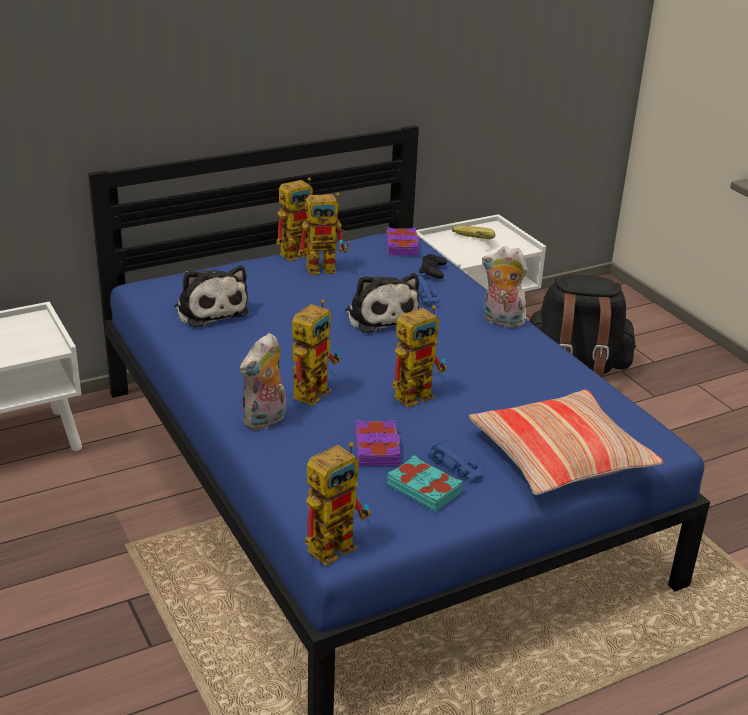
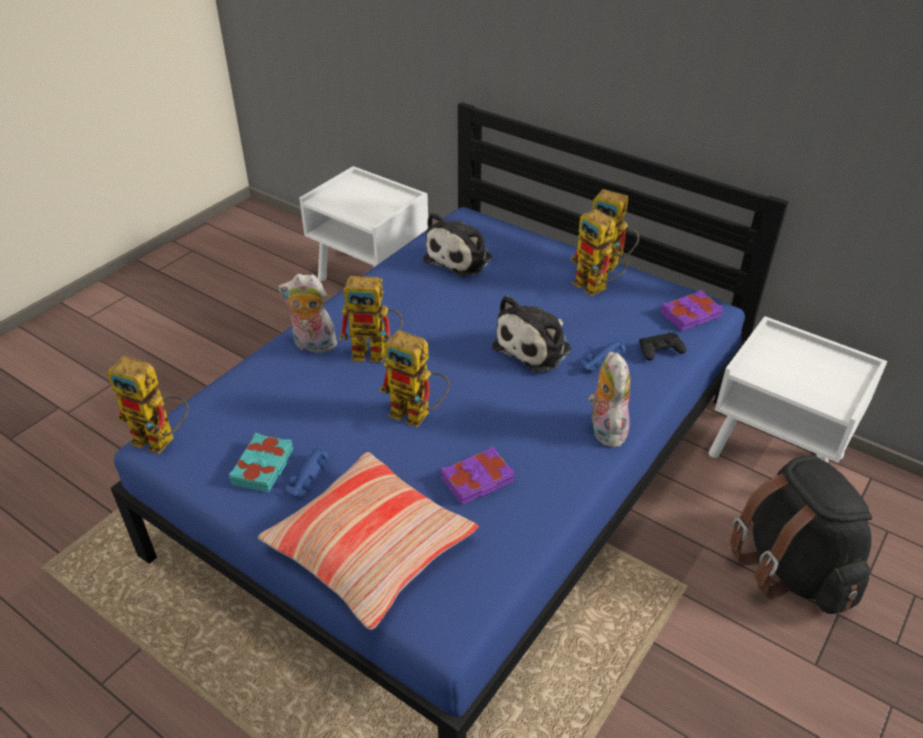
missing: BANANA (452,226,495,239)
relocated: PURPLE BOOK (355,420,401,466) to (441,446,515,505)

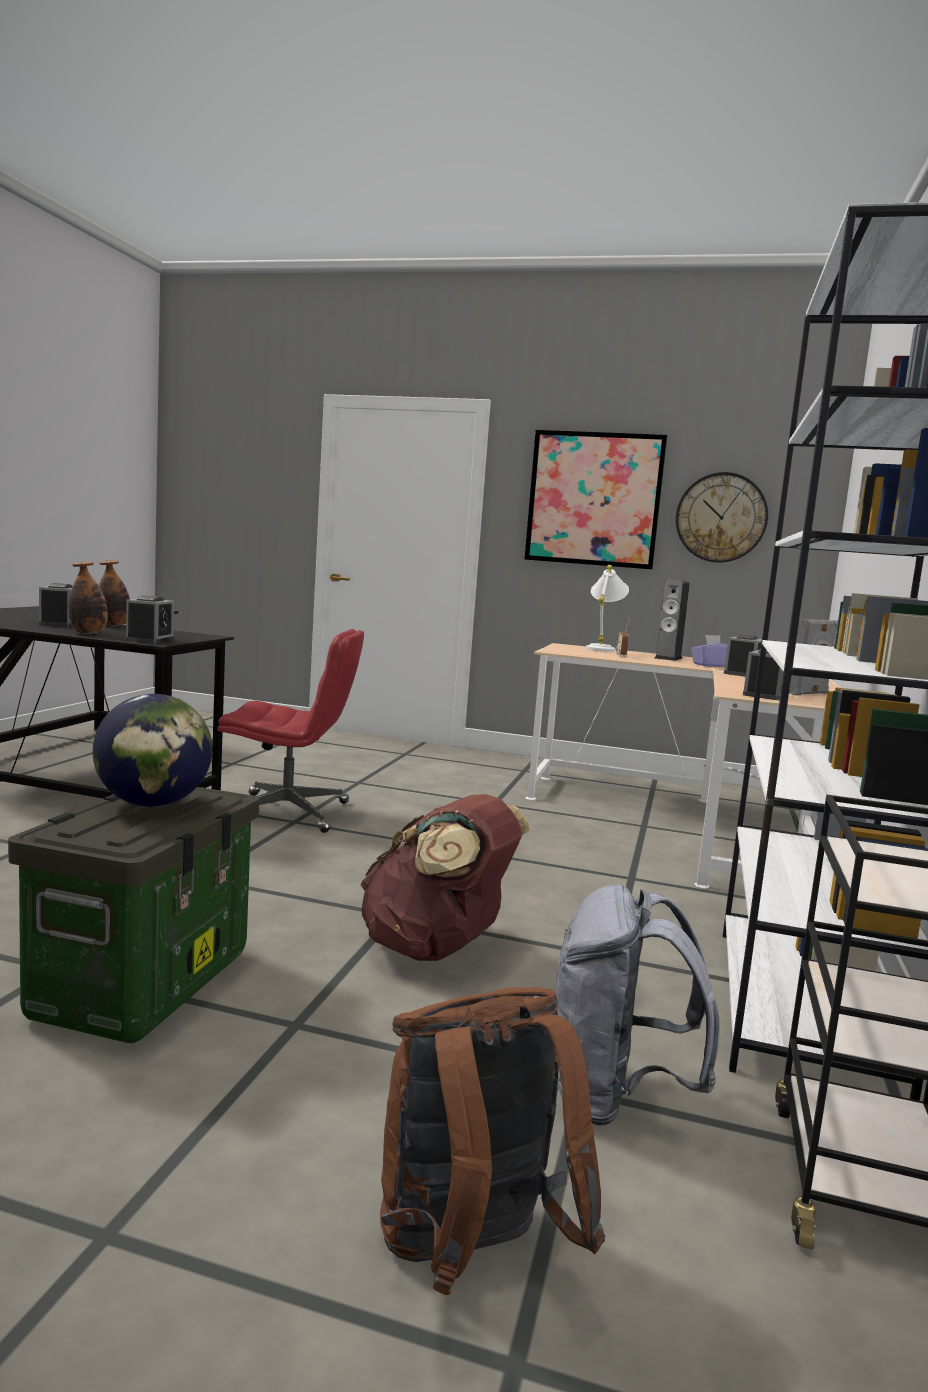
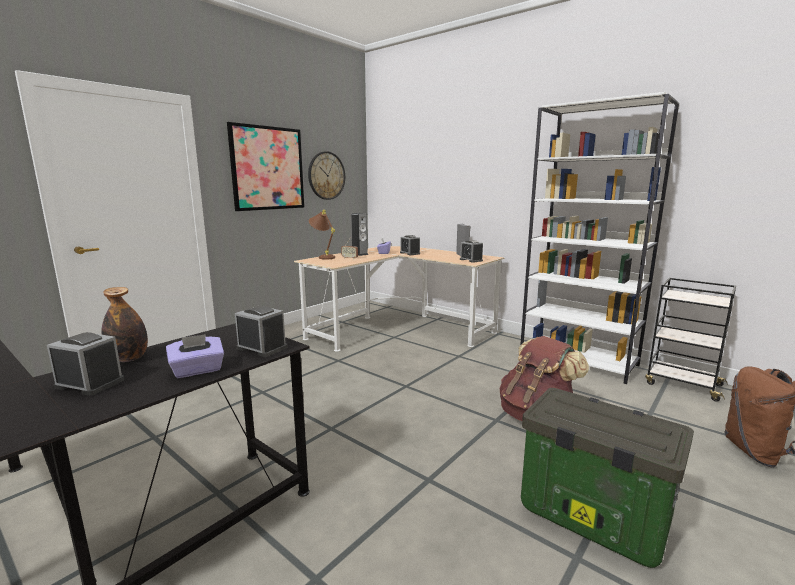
missing: GLOBE (93,694,212,807); RED OFFICE CHAIR (218,629,364,833); GREY BACKPACK (555,884,720,1126)
exchanged: BOTTLE (68,562,108,634) to PURPLE TISSUE BOX (166,334,224,378)
colour: WHITE TABLE LAMP (586,565,629,652) to BROWN TABLE LAMP (309,210,335,260)

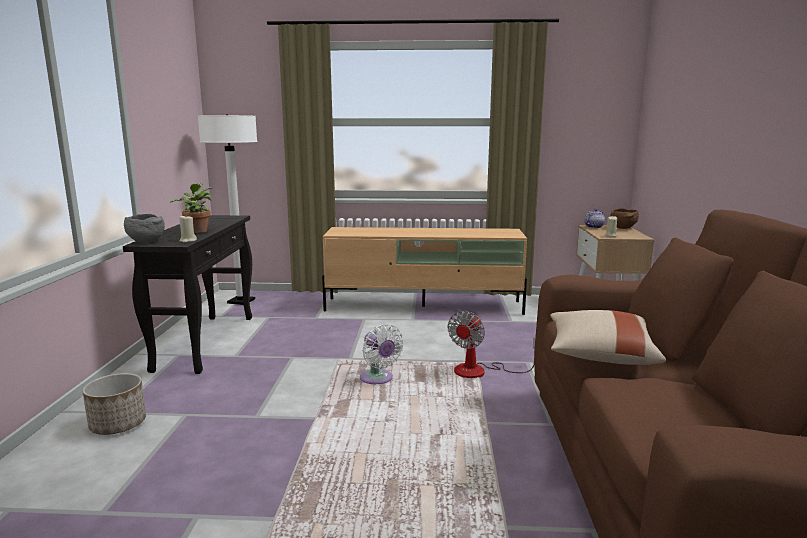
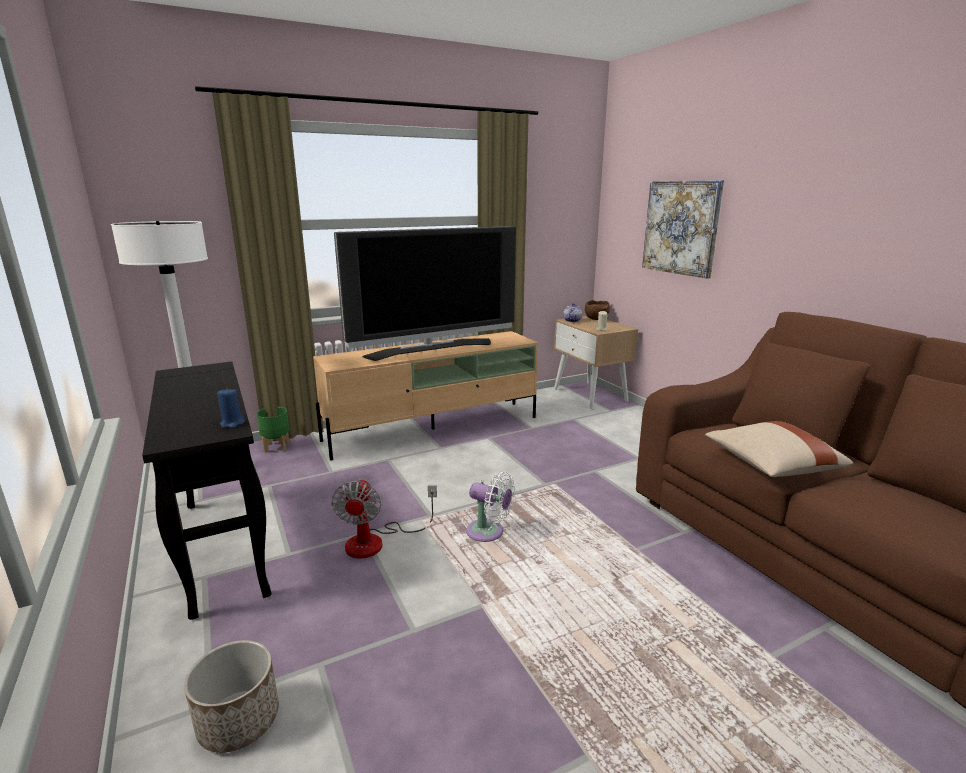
missing: GREY BOWL (124,214,165,243); POTTED PLANT (170,183,213,233)
appeared: GREEN PLANTER (257,407,290,453); TELEVISION (334,226,516,361); PICTURE (642,180,724,279)
relocated: FAN (448,311,535,378) to (331,479,437,559)
colour: BEIGE CANDLE (179,214,197,243) to BLUE CANDLE (217,388,245,428)

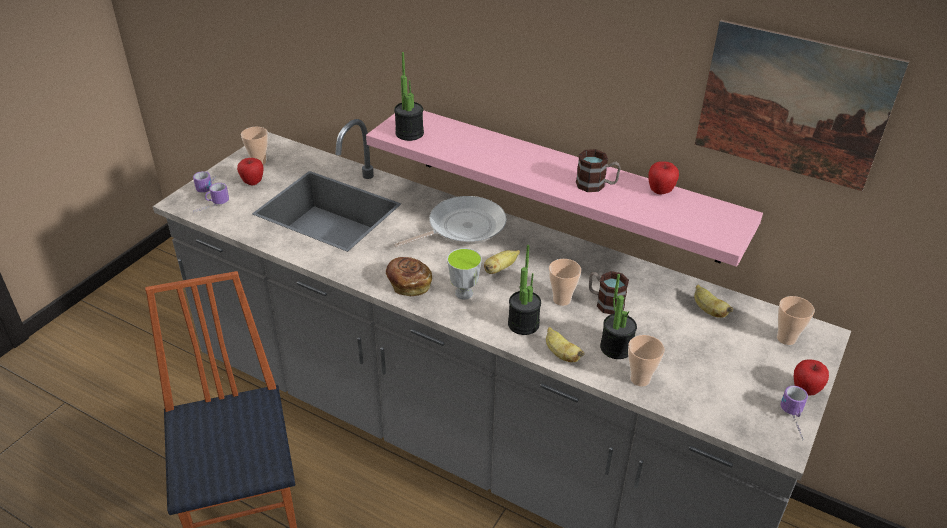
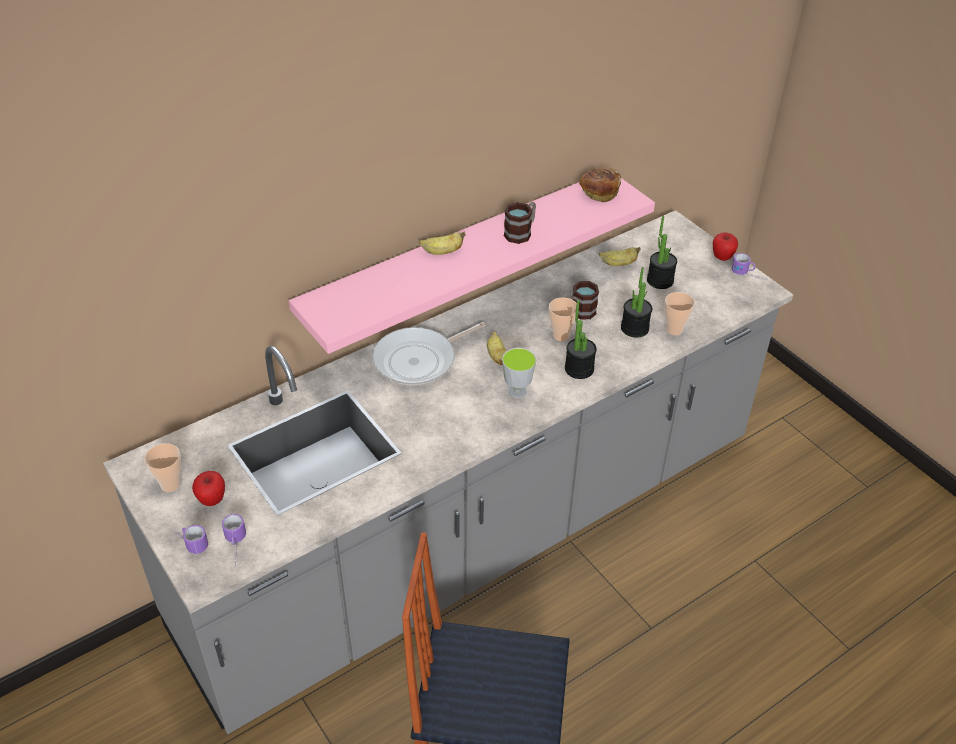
missing: APPLE (648,161,679,194); PICTURE (695,20,909,191); CUP (777,296,815,345)
relocated: BREAD (386,257,432,296) to (579,168,621,202); POTTED PLANT (394,52,424,141) to (647,216,677,289); BANANA (546,327,585,362) to (419,232,465,255)
spun: FRYING PAN (394,196,507,247) = (372,322,485,385) 120 degrees counterclockwise

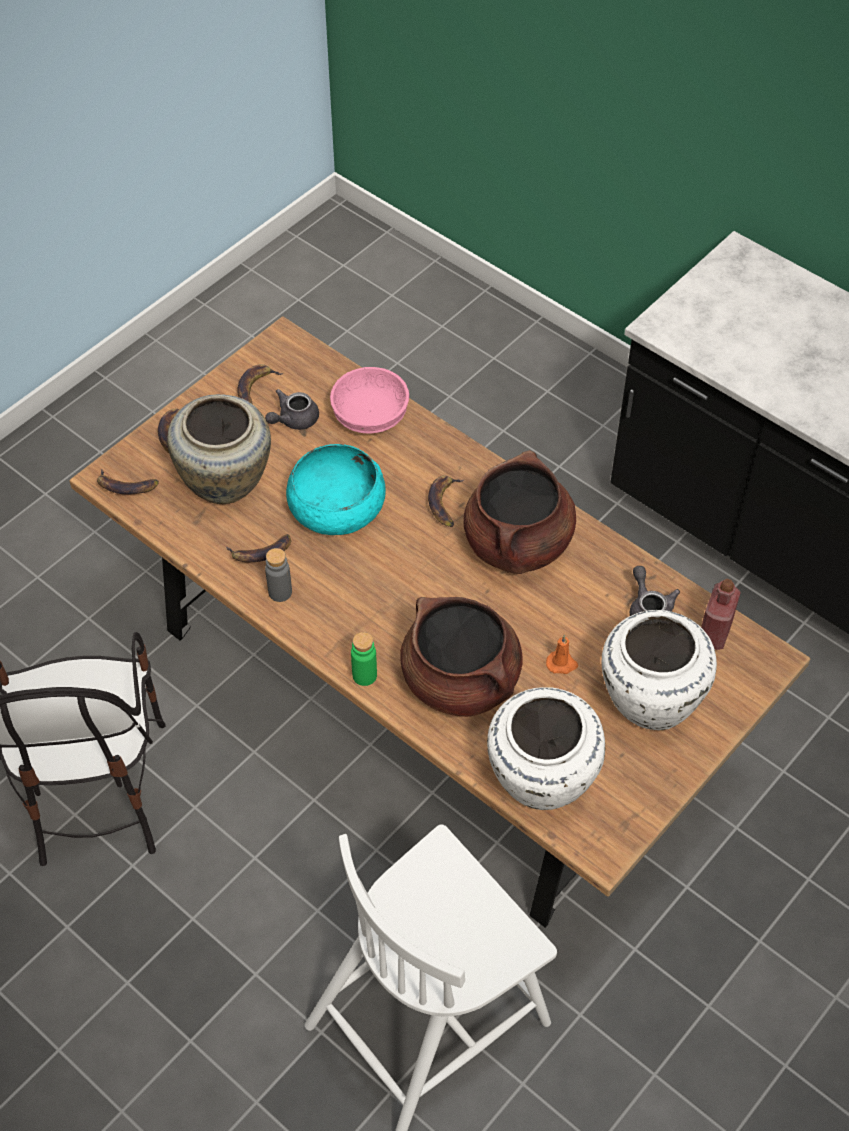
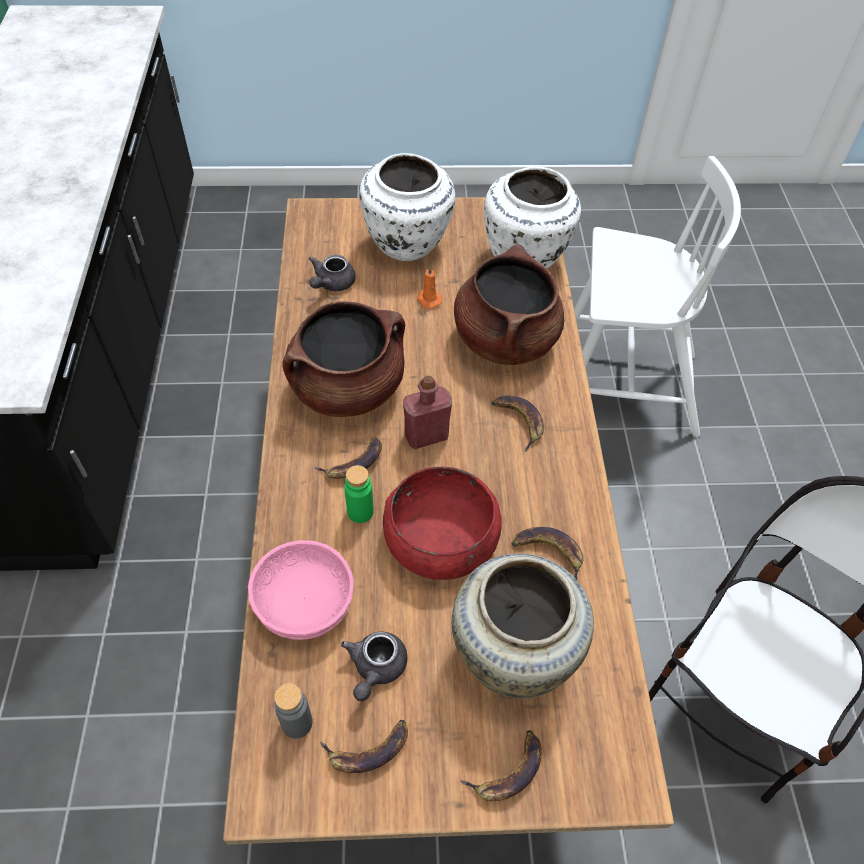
relocated: BANANA (97,469,159,494) to (491,395,544,452); GREY BOTTLE (265,548,292,602) to (274,683,313,739); GREEN BOTTLE (351,632,377,686) to (344,465,374,523); RED BOTTLE (701,579,741,650) to (403,376,452,449)
colour: TURQUOISE BOWL (286,444,386,535) to RED BOWL (383,467,502,580)
spun: GREY TEAPOT (265,389,319,430) = (341,632,407,701) 105 degrees clockwise

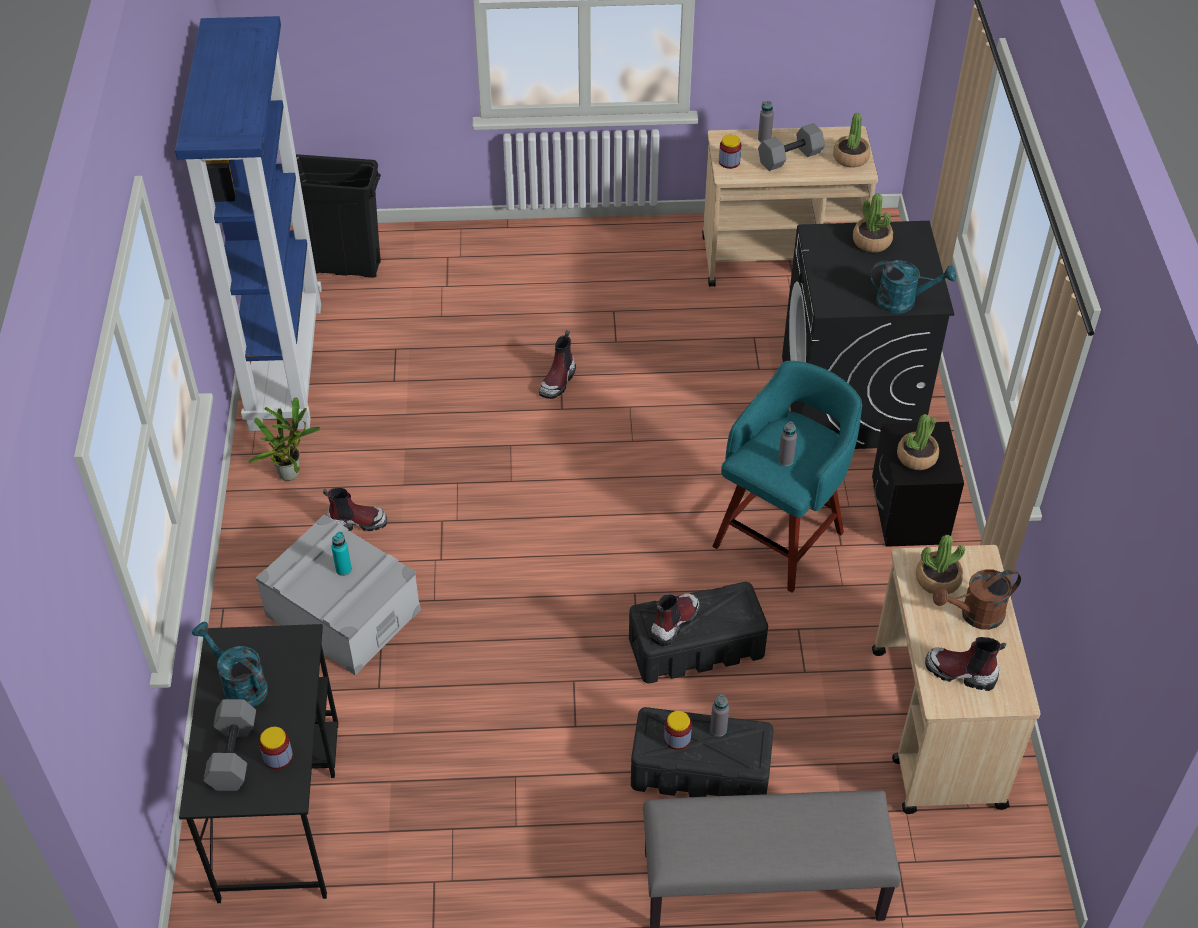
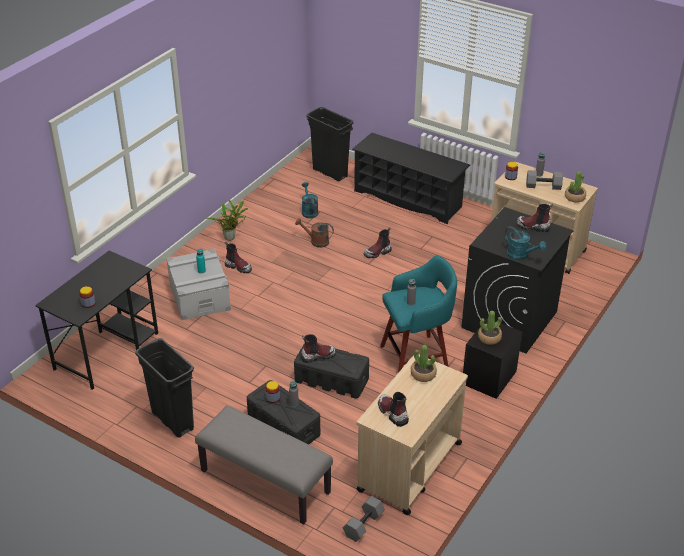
missing: BLUE BOOKCASE (175,16,322,431)
appeared: BLACK TRASH CAN (135,338,194,438); BLACK SHOE RACK (352,132,470,224)
relocated: TURQUOISE WATERING CAN (192,622,268,707) to (302,182,318,218); GREY DUMBBELL (203,699,256,791) to (343,496,385,542); BROWN WATERING CAN (933,569,1021,630) to (295,218,334,248)
exchanged: POTTED PLANT (853,193,893,252) to BOOT (516,204,553,232)

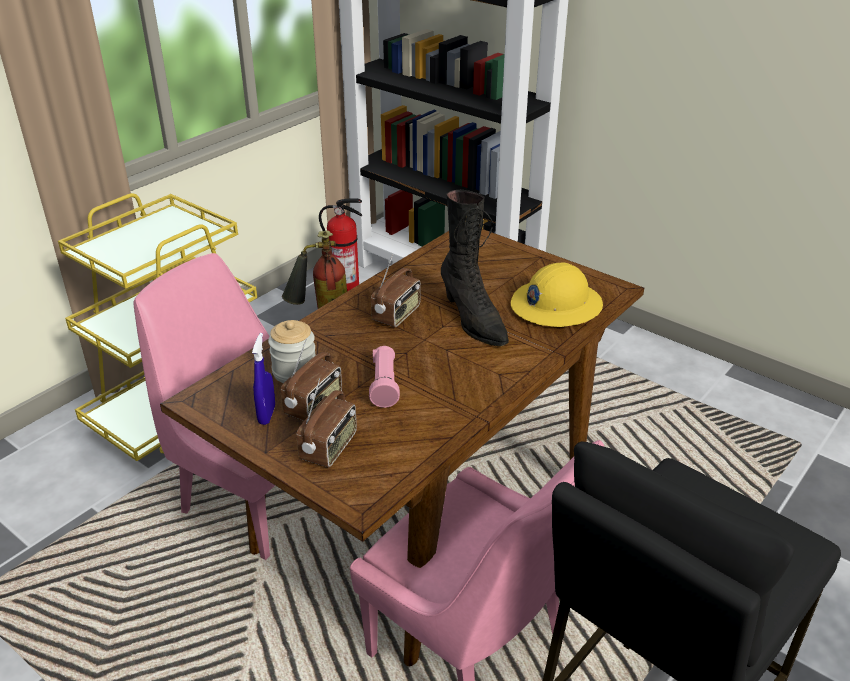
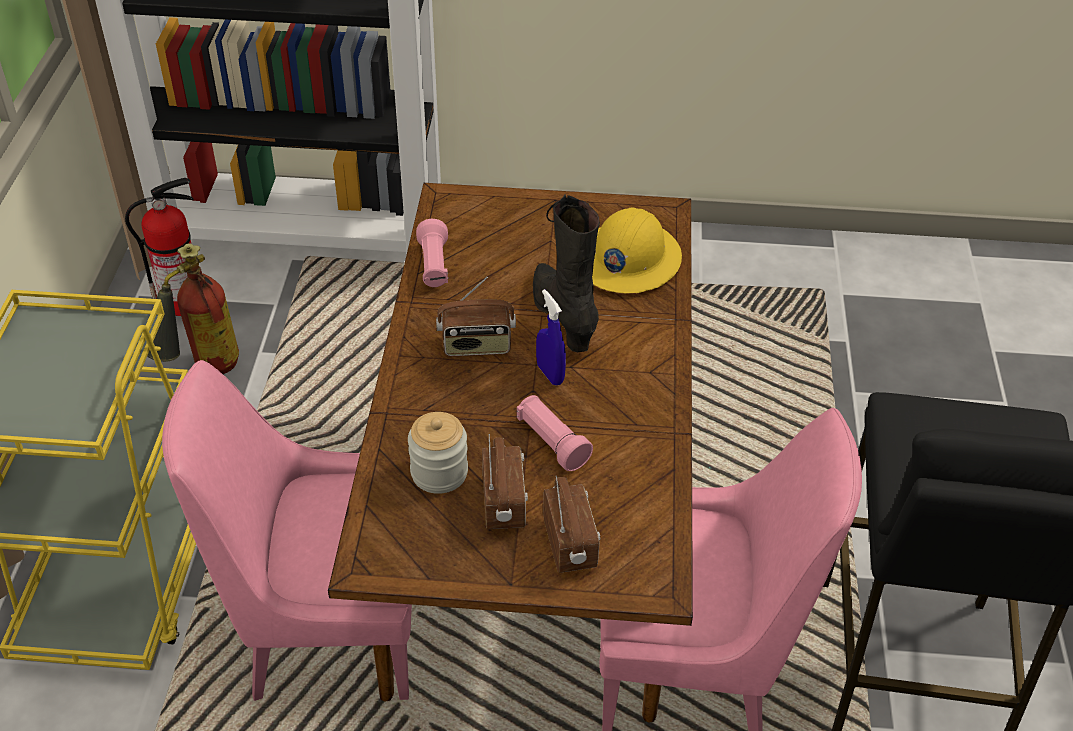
appeared: PINK FLASHLIGHT (416,219,448,287)
relocated: BLUE SPRAY BOTTLE (252,333,275,425) to (536,289,566,386)
spun: RADIO (371,254,421,328) = (436,277,516,356) 90 degrees clockwise; BLACK BOOT (441,190,509,347) = (533,195,600,352) 135 degrees counterclockwise

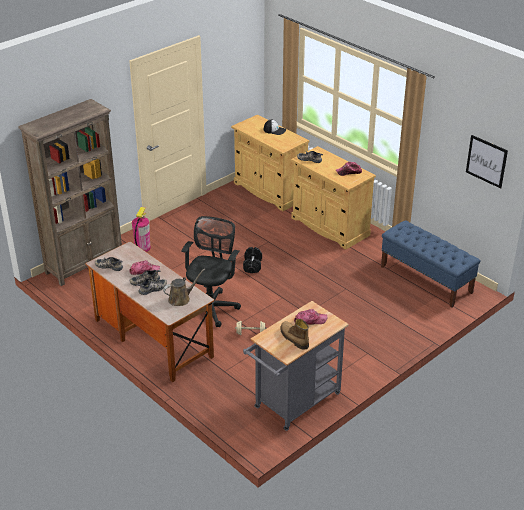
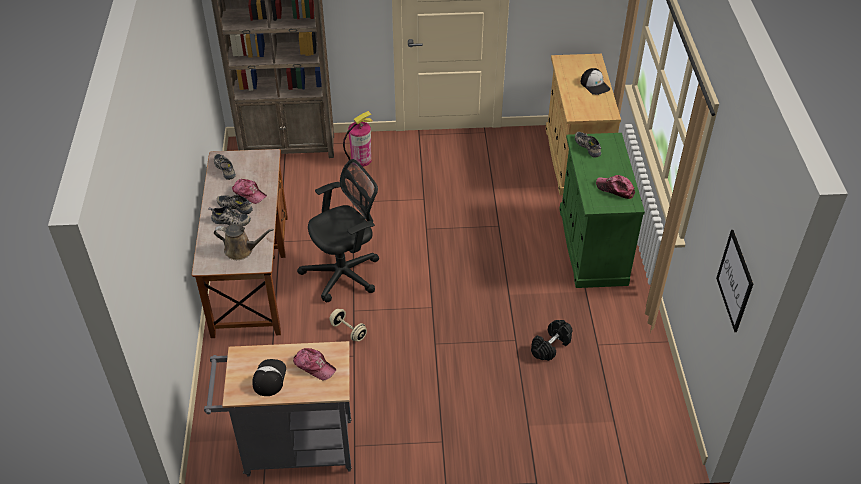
missing: BLUE BENCH (381,220,480,308)
relocated: BLACK DUMBBELL (243,247,262,273) to (531,320,572,361)
exchanged: BOOT (280,319,309,350) to CAP (252,359,286,396)
colour: BEIGE CABINET (291,146,376,249) to GREEN CABINET (559,133,645,288)

